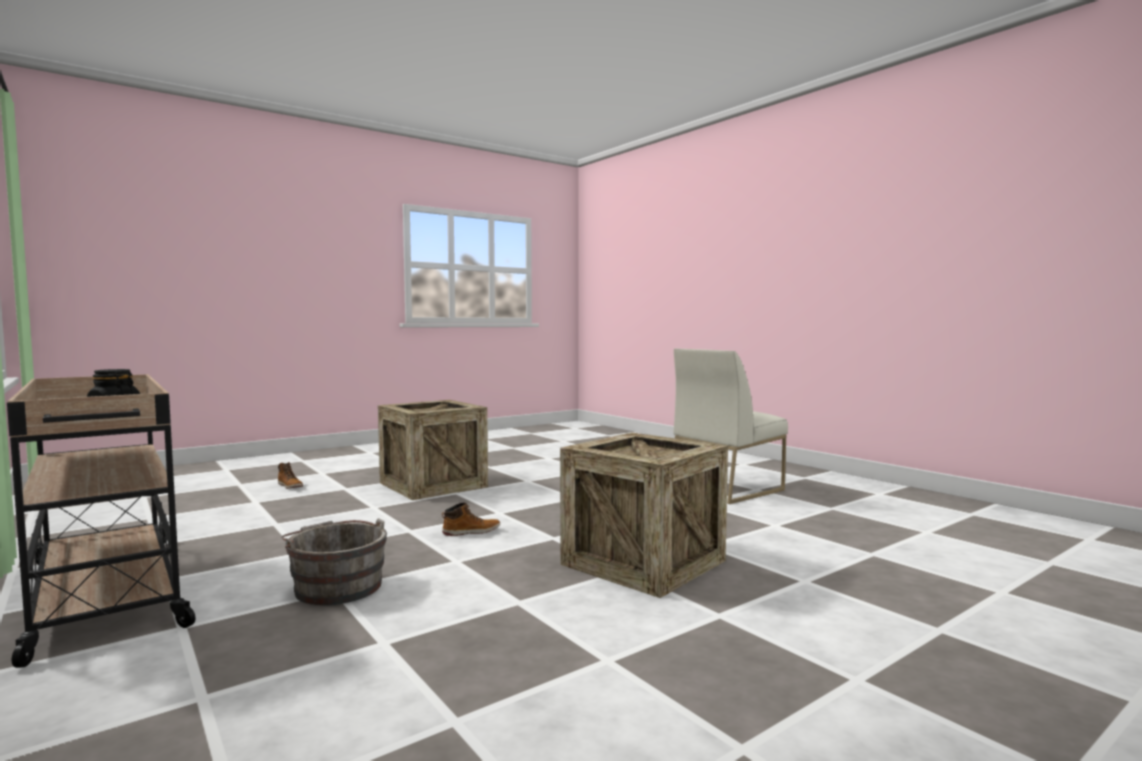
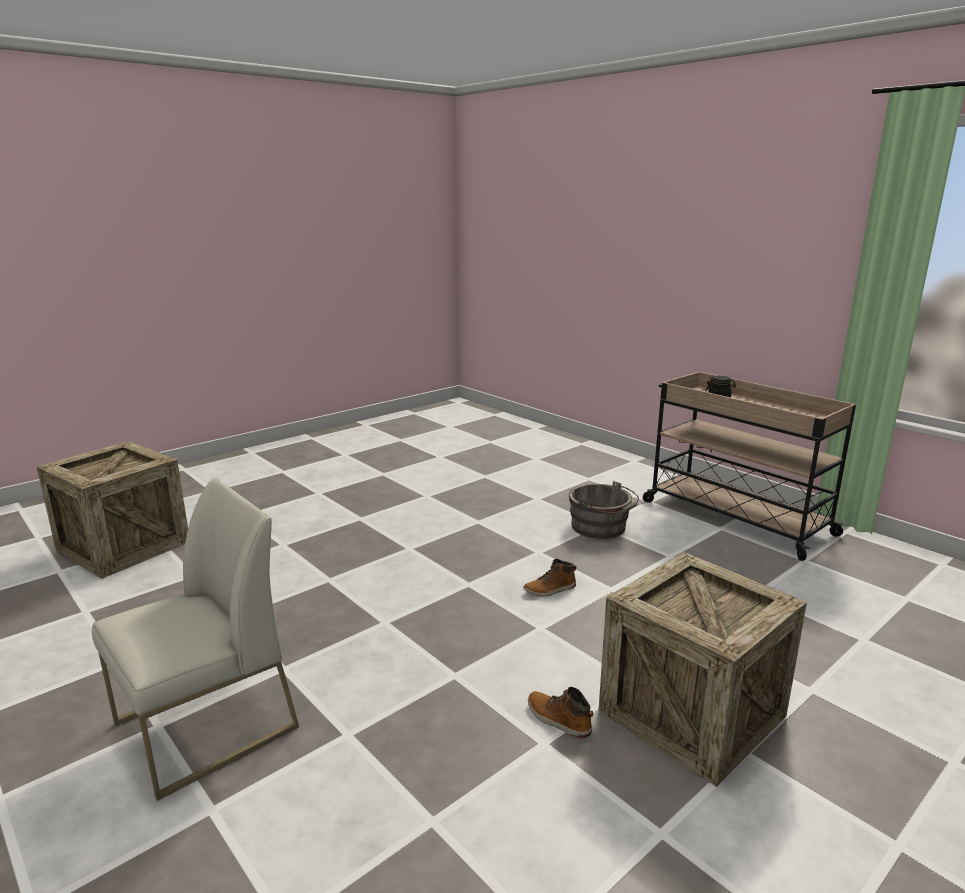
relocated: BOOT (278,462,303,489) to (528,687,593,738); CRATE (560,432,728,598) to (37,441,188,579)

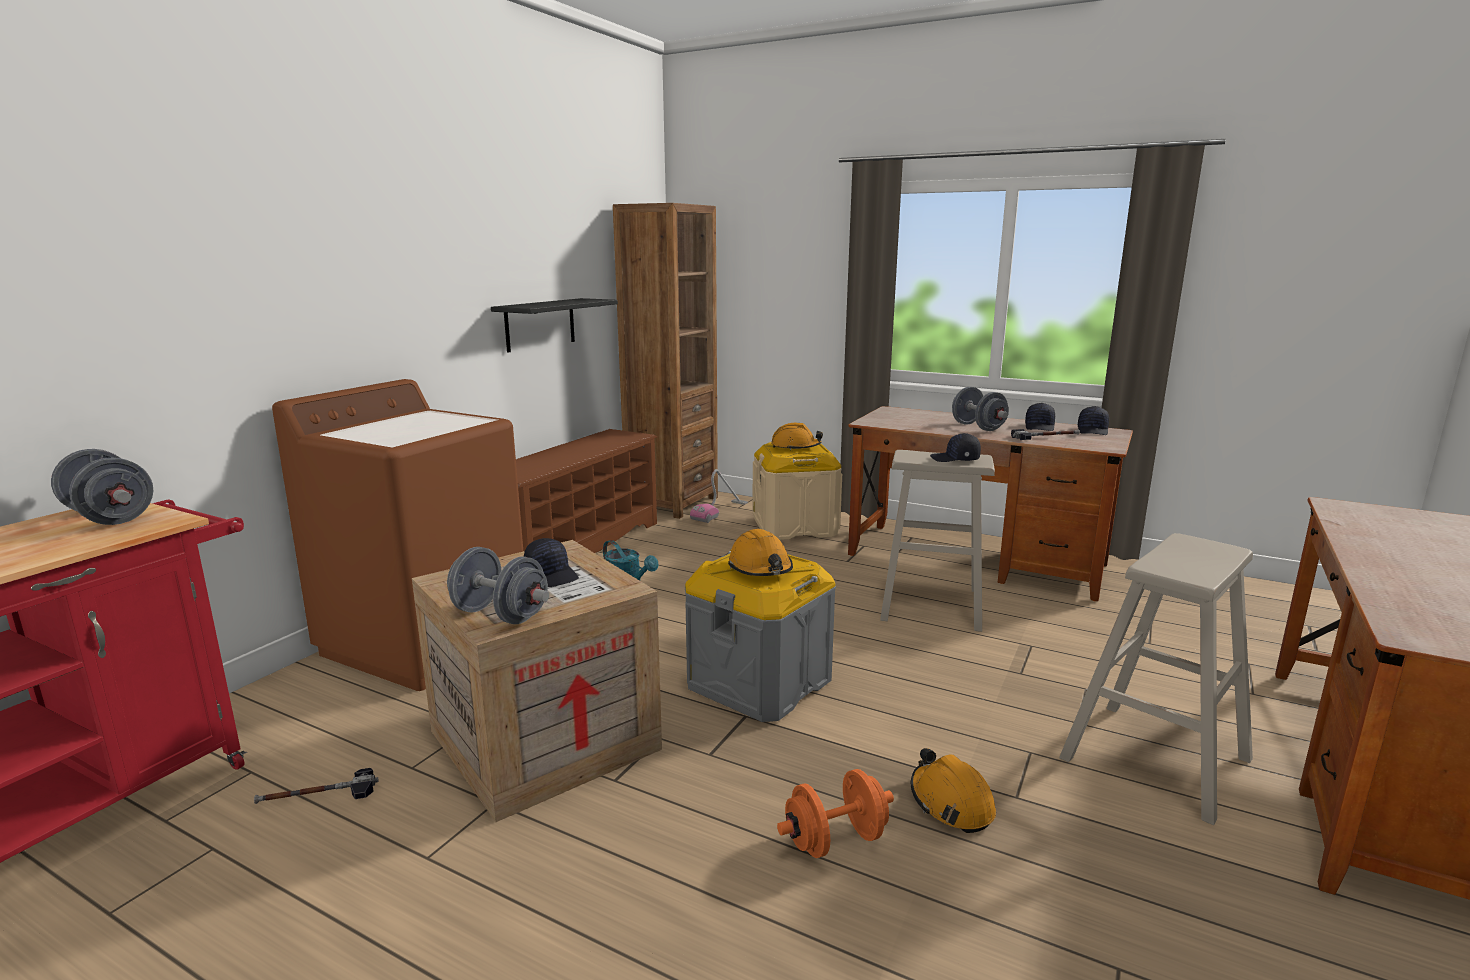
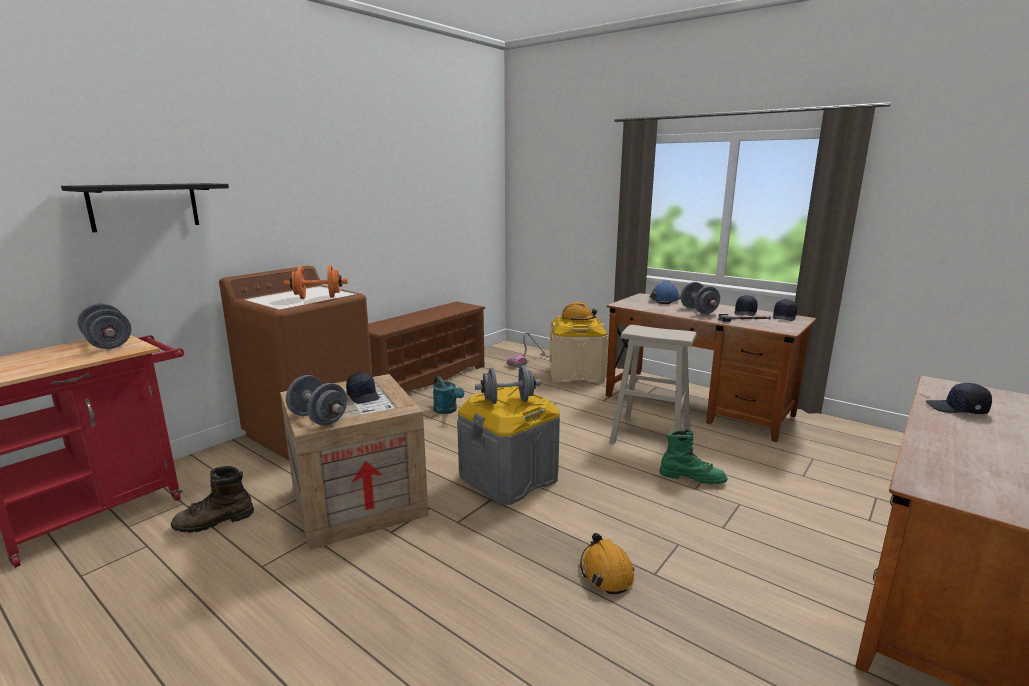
missing: BROWN BOOKCASE (613,203,718,519); BEIGE STOOL (1059,533,1253,825)
appeared: BLUE HARD HAT (649,281,681,304); GREEN BOOT (660,429,727,484)
relocated: BLACK SHELF (491,298,618,353) to (61,183,229,232); ORANGE DUMBBELL (777,769,894,858) to (284,265,348,299); BLACK CAP (930,433,981,462) to (926,383,992,414)
exchanged: HAMMER (254,768,378,804) to BROWN BOOT (171,466,254,533); ORANGE HARD HAT (728,529,793,576) to GREY DUMBBELL (475,366,541,404)

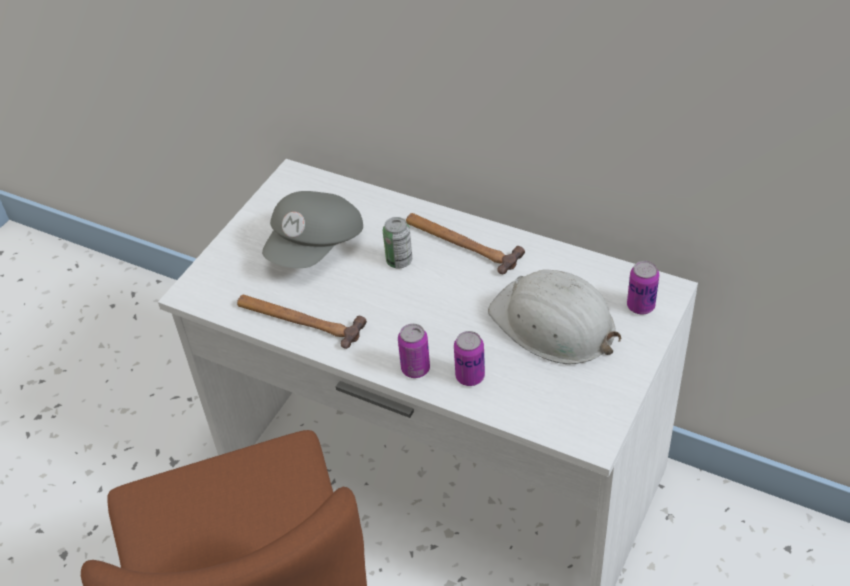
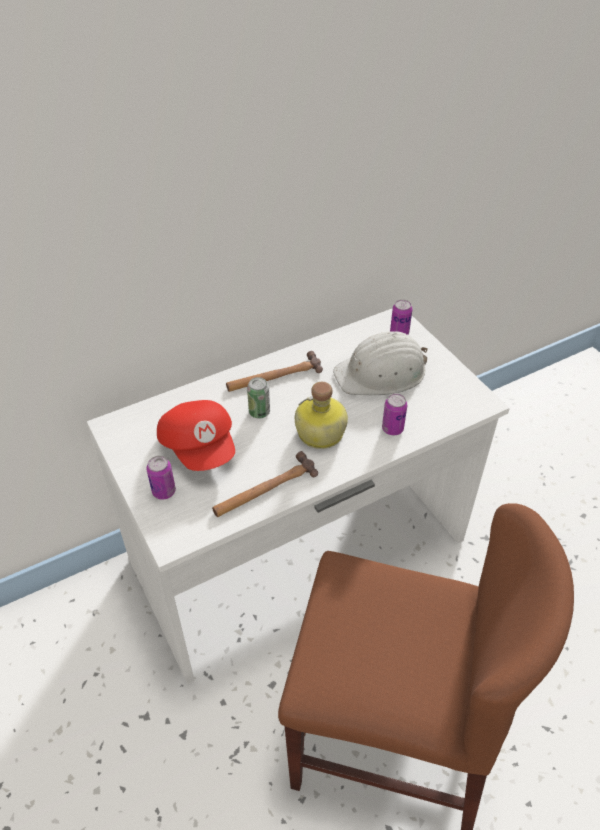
appeared: BOTTLE (295,382,348,449)
relocated: CAN (398,324,430,378) to (146,456,176,500)
colour: GREY CAP (262,191,363,268) to RED CAP (157,400,235,471)

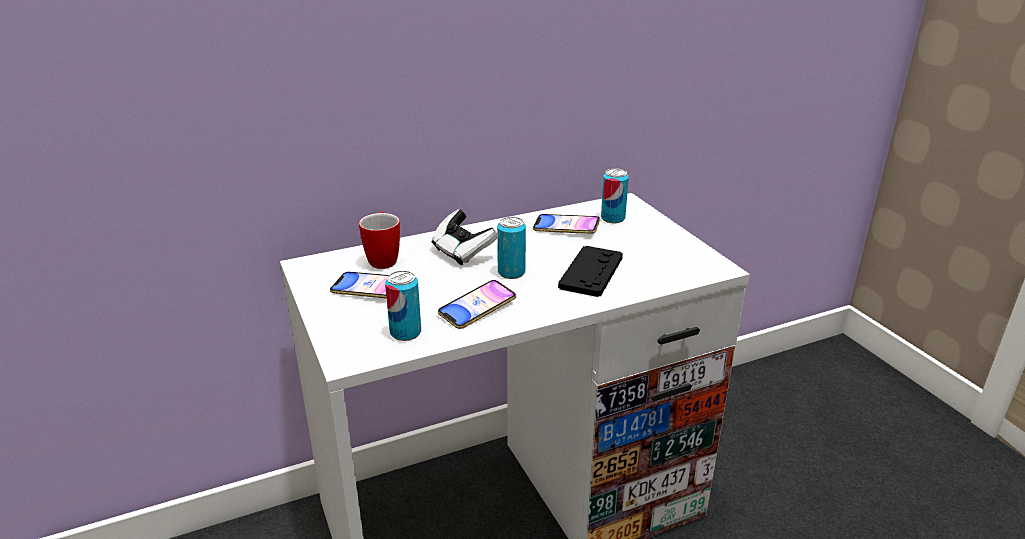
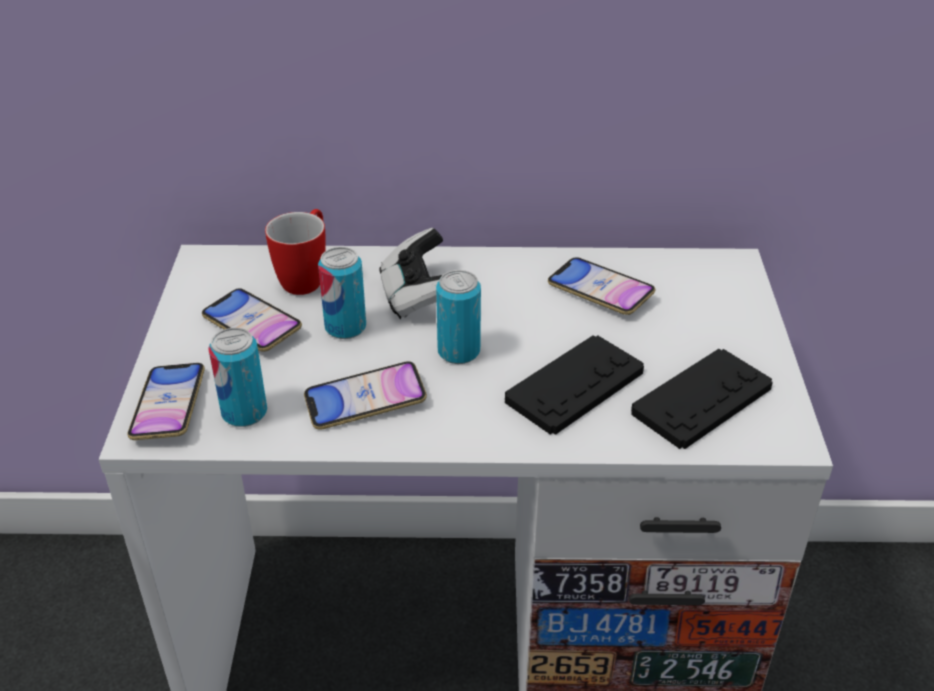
appeared: PHONE (127,363,205,440); BLACK GAME CONTROLLER (631,349,773,449)
relocated: CAN (601,169,629,223) to (318,247,366,339)

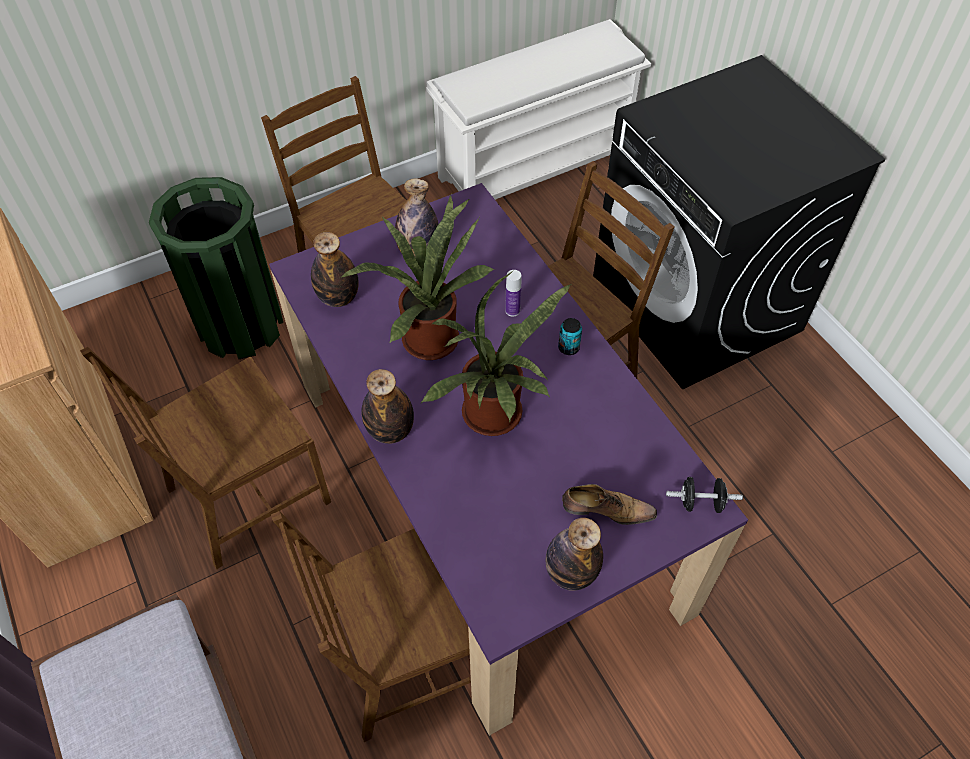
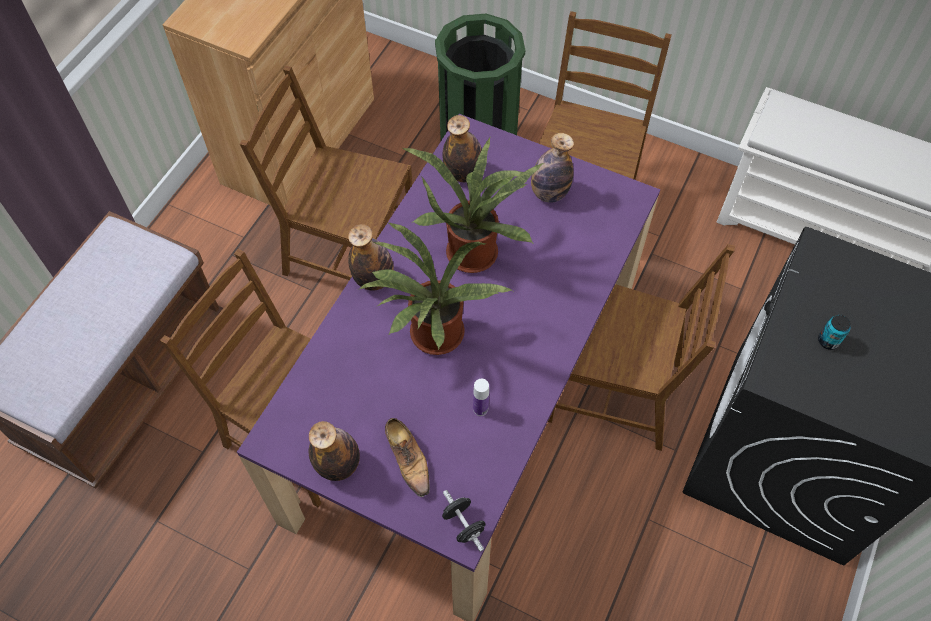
relocated: BOTTLE (505,270,521,317) to (473,379,489,416); CAN (558,318,582,355) to (818,315,851,350)

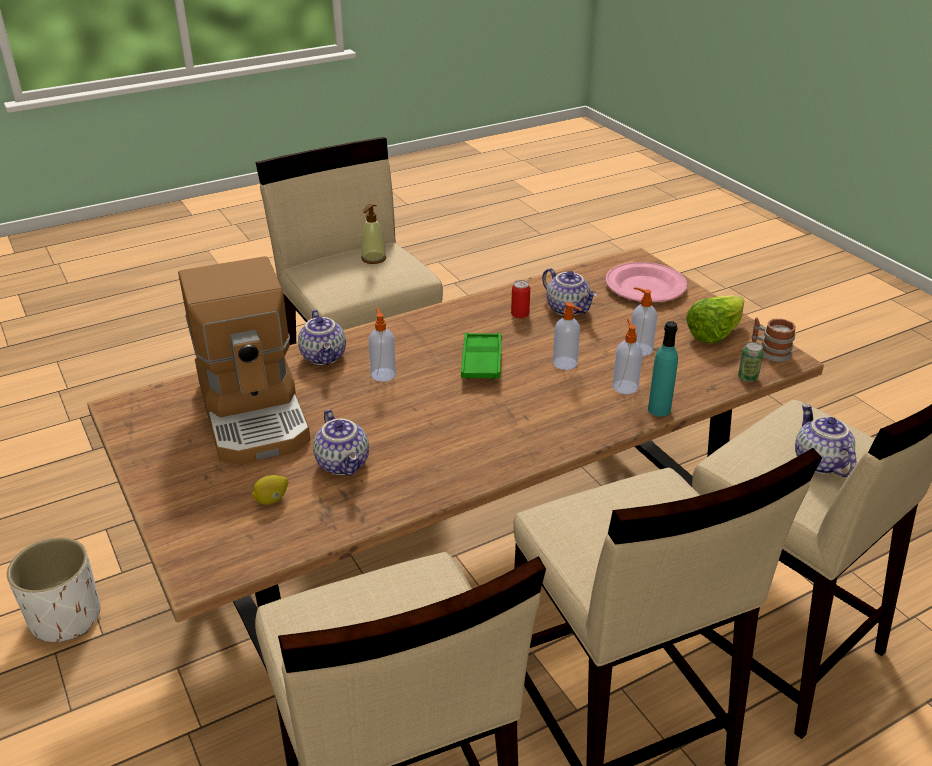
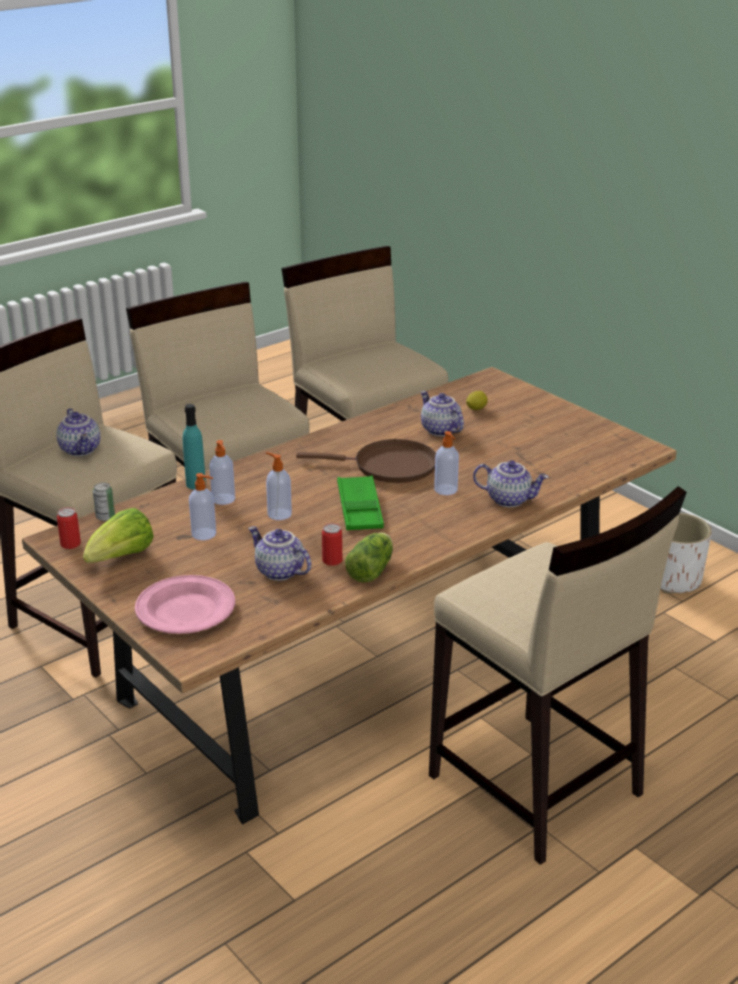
missing: COFFEE MACHINE (178,256,310,465); SOAP DISPENSER (361,204,386,264)
appeared: BROWN FRYING PAN (296,439,436,483); LETTUCE (345,533,393,582)
exchanged: MUG (751,318,796,362) to CAN (57,507,81,549)
spun: TEAPOT (298,310,346,365) = (473,460,549,507) 135 degrees clockwise

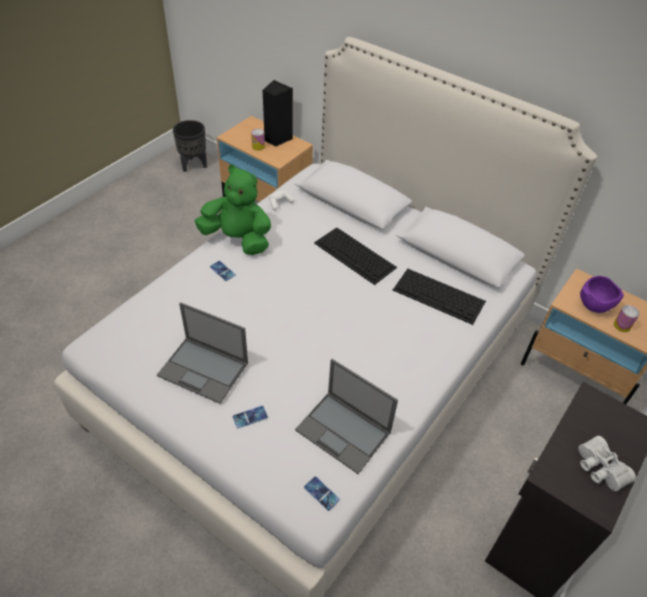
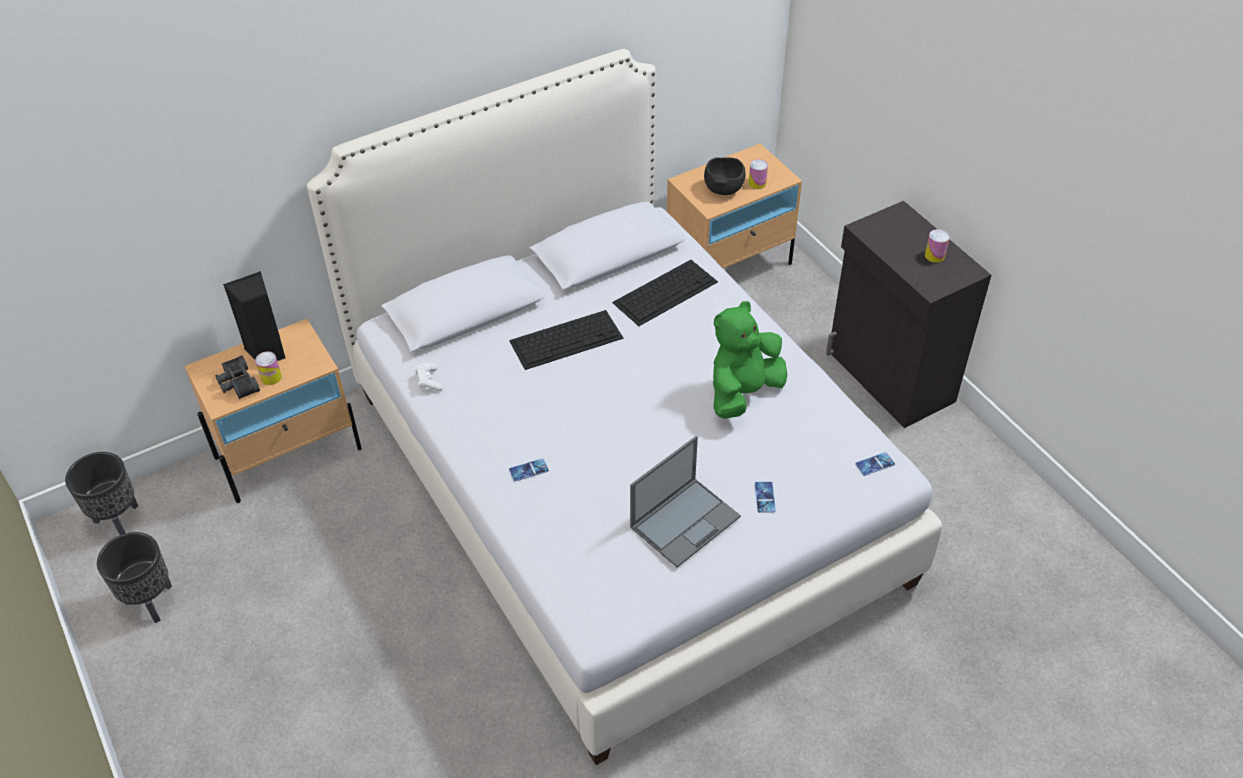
missing: LAPTOP (295,359,398,474)
appeared: BLACK PLANTER (97,532,172,623); BLACK BINOCULARS (215,355,260,399)
relocated: GREEN PLUSH TOY (195,165,271,255) to (713,301,787,419)
exchanged: WHITE BINOCULARS (578,436,636,491) to CAN (925,229,950,263)
colour: PURPLE BOWL (580,276,624,313) to BLACK BOWL (704,157,746,195)

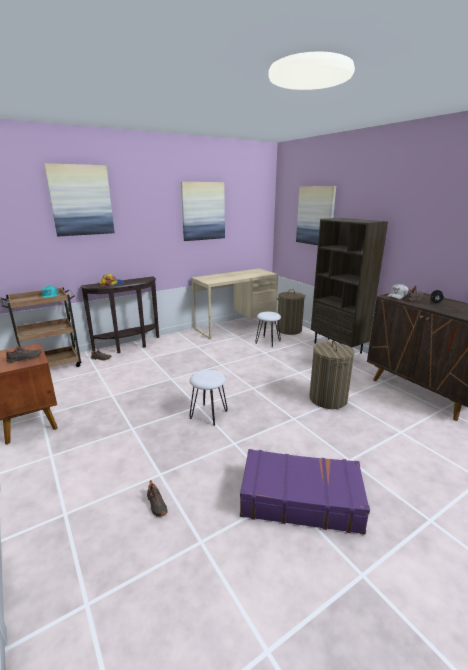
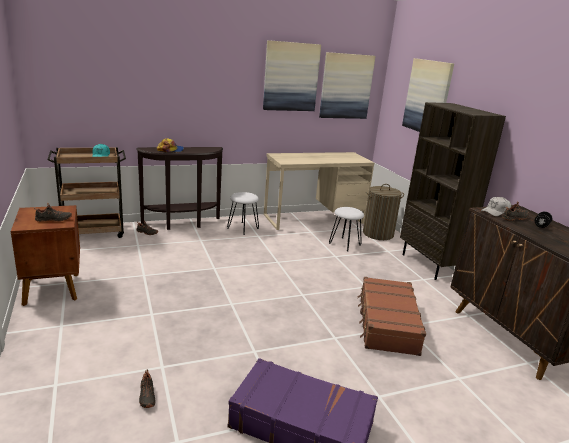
relocated: PICTURE (44,163,115,236) to (319,52,375,119); WHITE STOOL (189,370,228,426) to (227,192,259,235)
exchanged: LAUNDRY BASKET (309,340,354,409) to BROWN SUITCASE (358,277,426,356)

